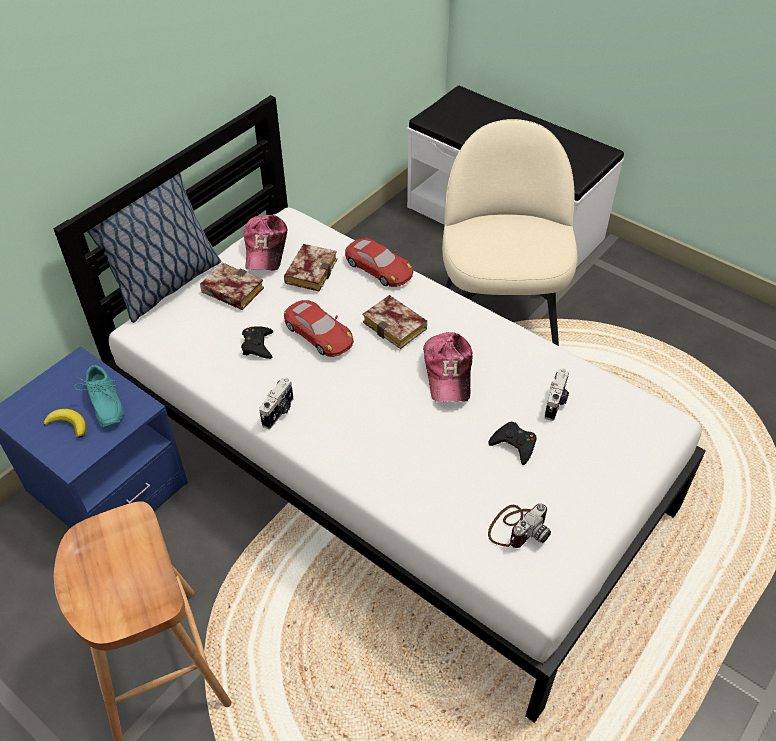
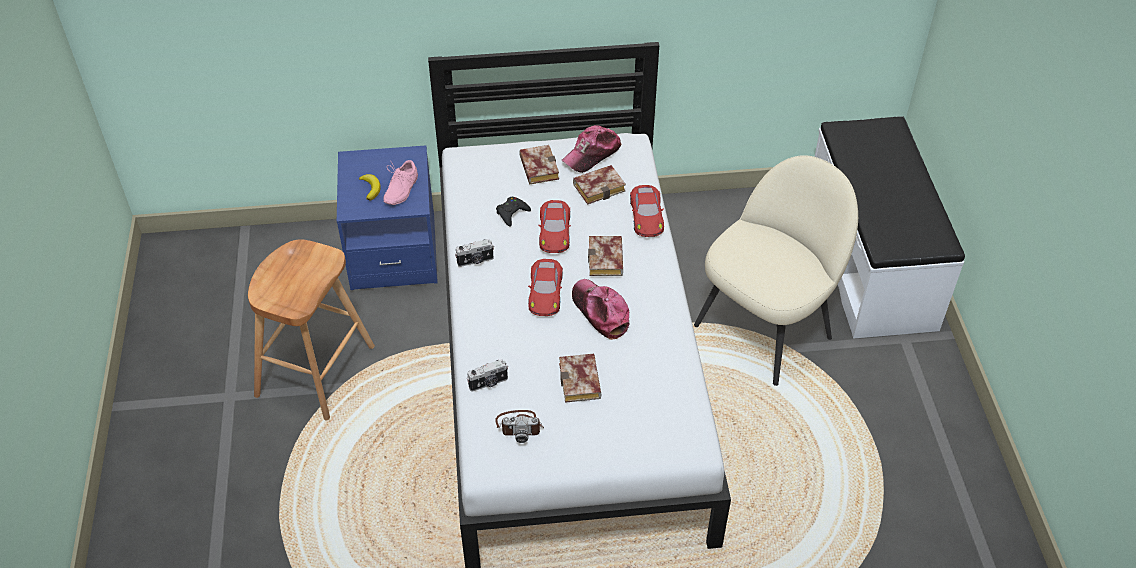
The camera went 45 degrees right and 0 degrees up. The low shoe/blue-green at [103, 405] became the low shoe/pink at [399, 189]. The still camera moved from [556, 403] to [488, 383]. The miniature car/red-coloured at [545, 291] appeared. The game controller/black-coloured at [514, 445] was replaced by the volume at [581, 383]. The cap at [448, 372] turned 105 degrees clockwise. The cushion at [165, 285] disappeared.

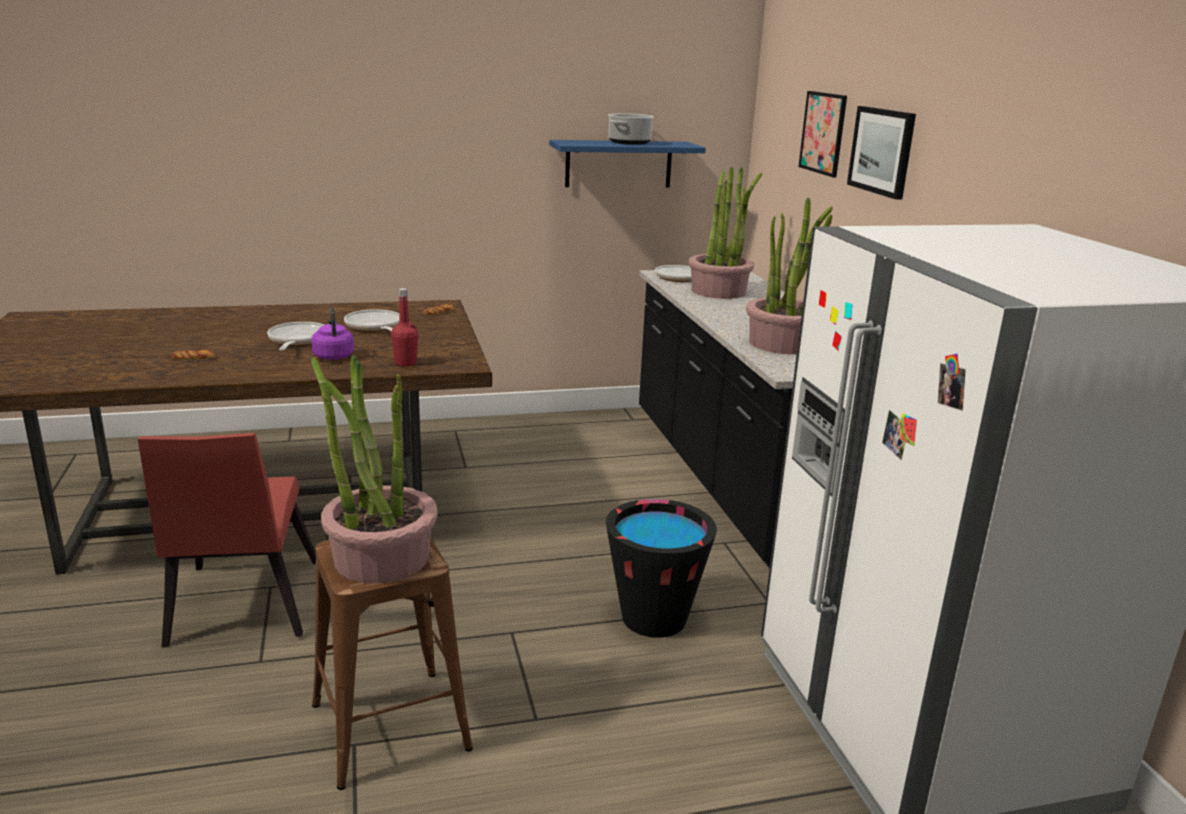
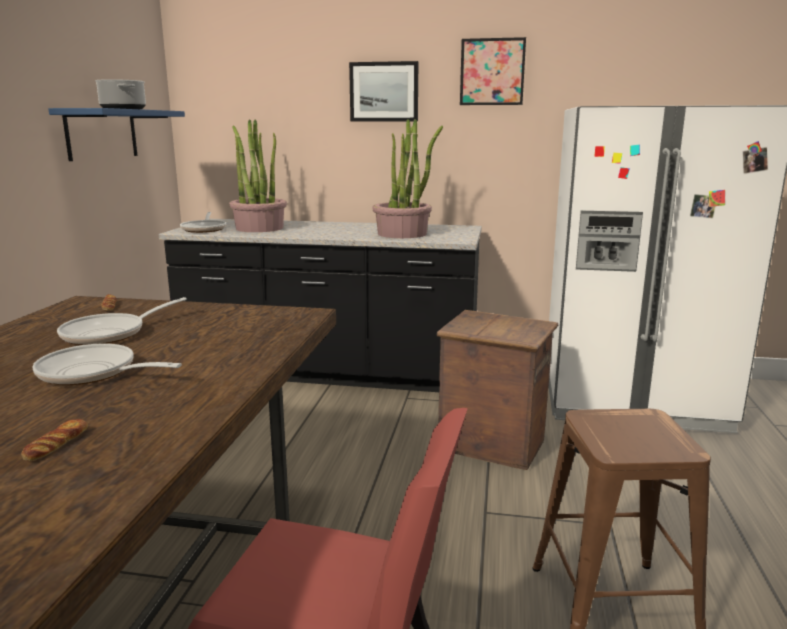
The camera went 65 degrees left and 5 degrees down. The frying pan at [375, 327] turned 45 degrees counterclockwise. The pail/black-coloured at [654, 618] was replaced by the crate at [492, 446]. The picture moved from [823, 133] to [492, 72]. The water kettle/purple at [333, 356] disappeared. The plant in a pot at [380, 557] disappeared. The drink bottle/red-coloured at [405, 363] disappeared.

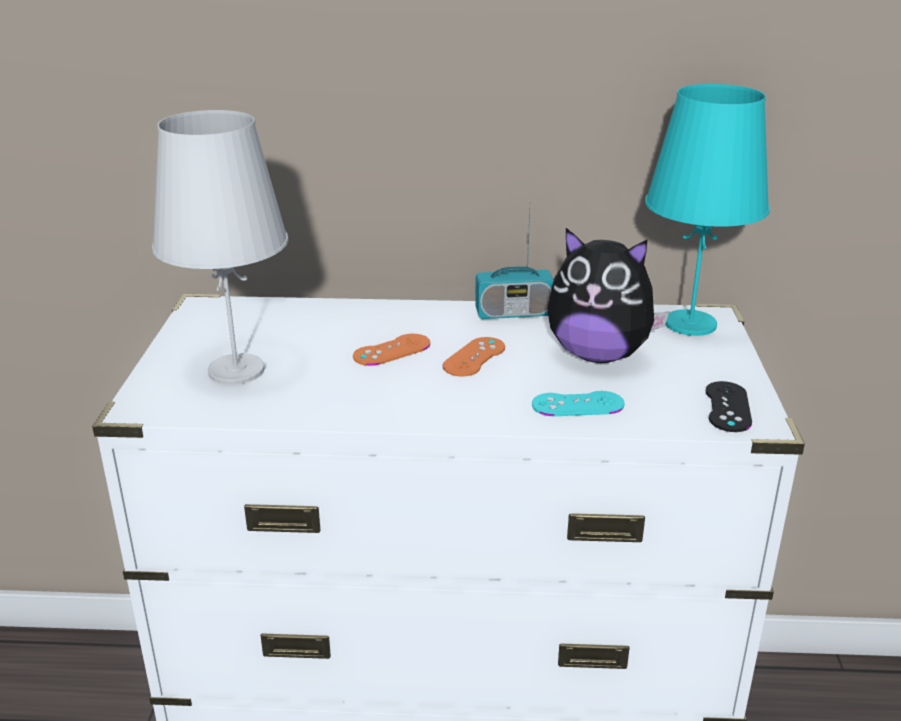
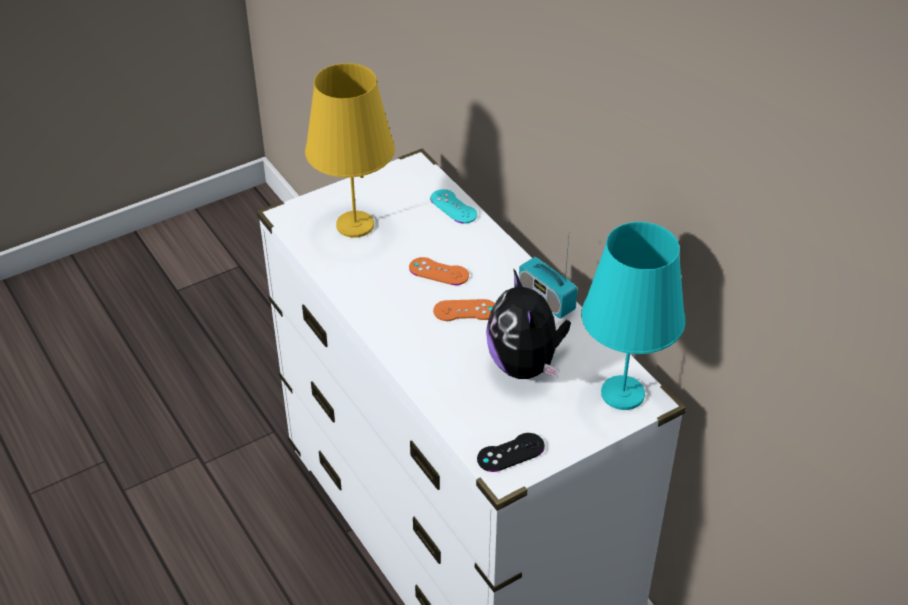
The camera went 55 degrees right and 15 degrees up. The tabletop lamp/whitish at [236, 370] became the tabletop lamp/yellow-coloured at [355, 224]. The game controller/blue-green moved from [578, 404] to [453, 207].

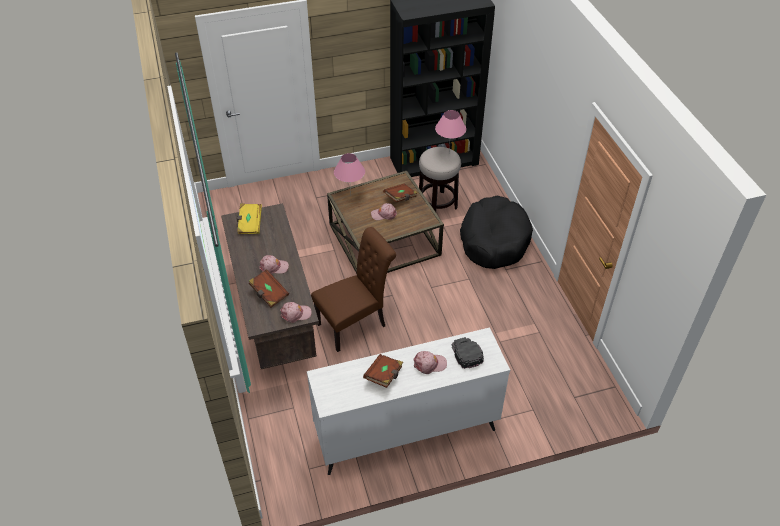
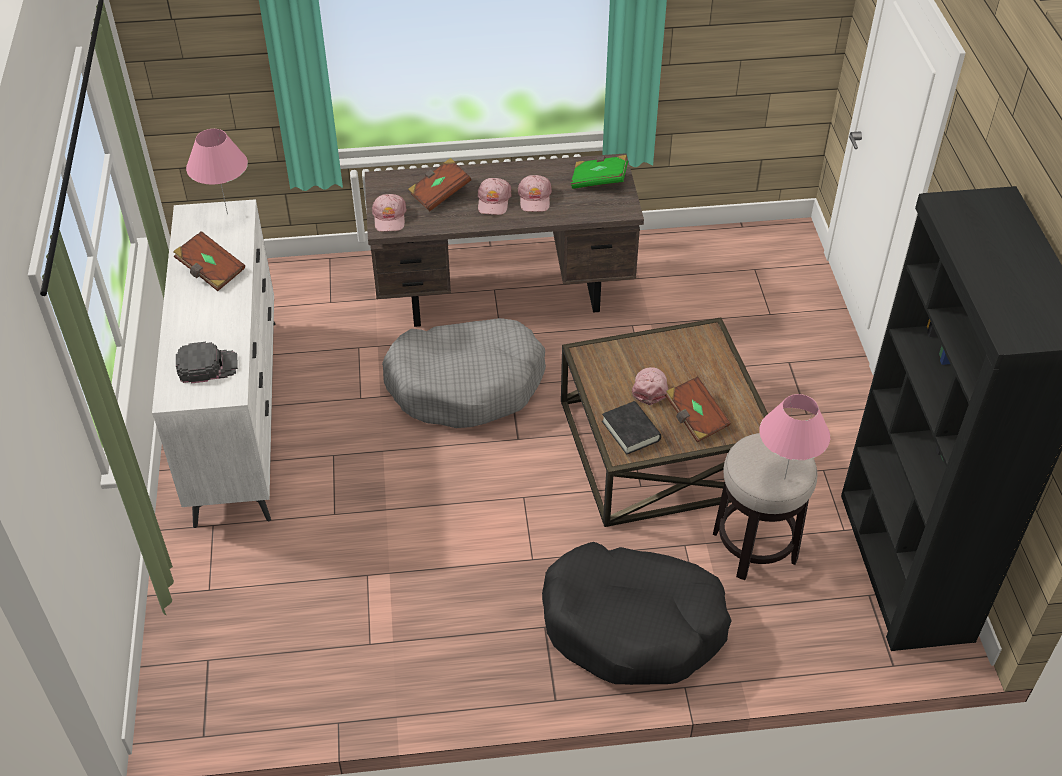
The camera went 100 degrees right and 0 degrees up. The tabletop lamp/pink moved from [350, 196] to [227, 213]. The upright chair/brown at [355, 323] was replaced by the dog cushion/greyish at [466, 384]. The cap/pink moved from [429, 364] to [535, 198]. The volume/yellow-coloured at [249, 224] became the volume/green-coloured at [599, 181]. The volume/black-coloured at [631, 431] appeared.

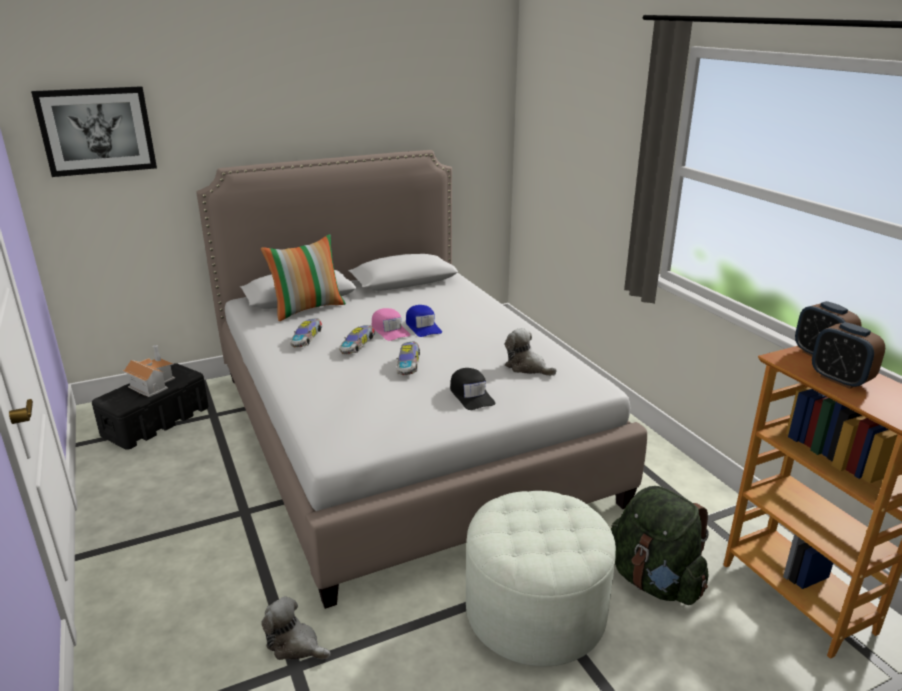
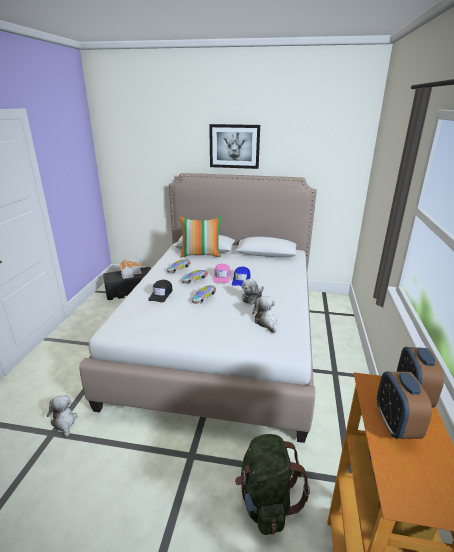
The camera went 35 degrees right and 0 degrees up. The cap/black-coloured moved from [471, 395] to [161, 294]. The picture moved from [97, 131] to [234, 146]. The cuddly toy at [252, 298] appeared. The footrest/whitish at [535, 611] disappeared.

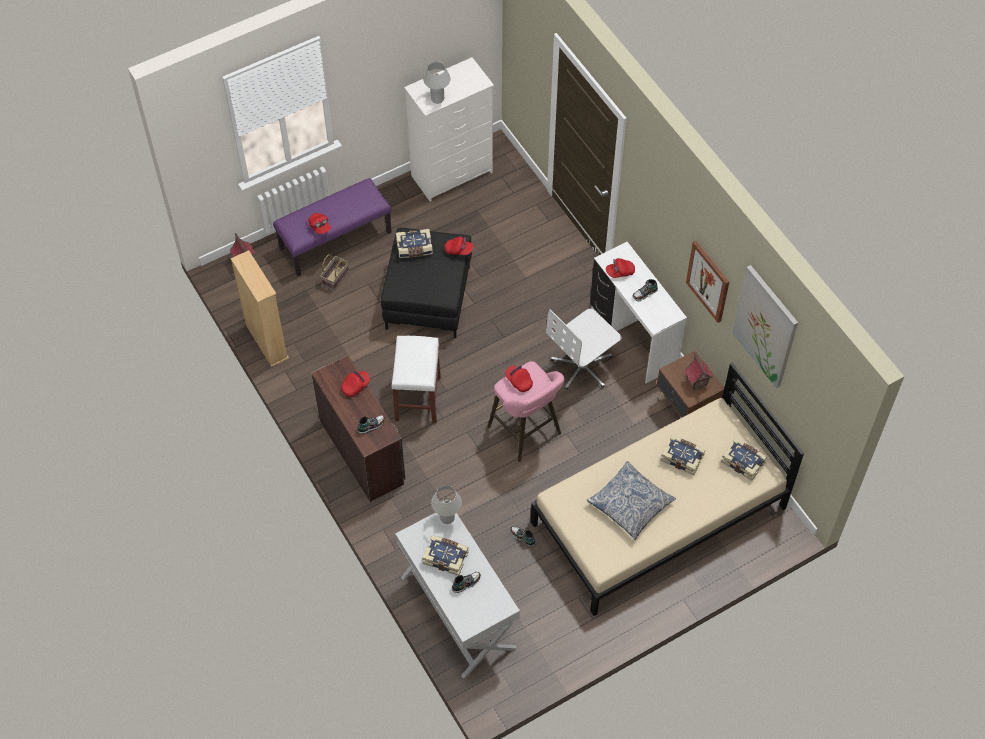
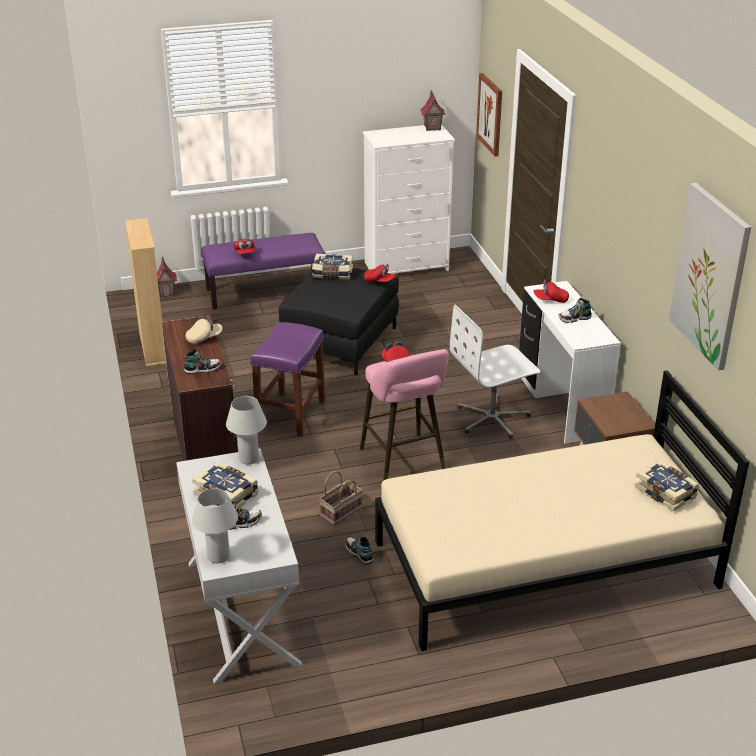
The camera went 15 degrees right and 25 degrees down. The cap/red-coloured at [356, 386] became the cap/beige at [204, 338]. The tabletop lamp/whitish moved from [437, 99] to [218, 556]. The stool/whitish at [418, 399] became the stool/purple at [291, 415]. The storage basket moved from [335, 277] to [341, 511]. The model house moved from [696, 382] to [432, 128]. The picture moved from [708, 281] to [490, 114]. The cushion at [630, 504] disappeared. The volume at [682, 457] disappeared.

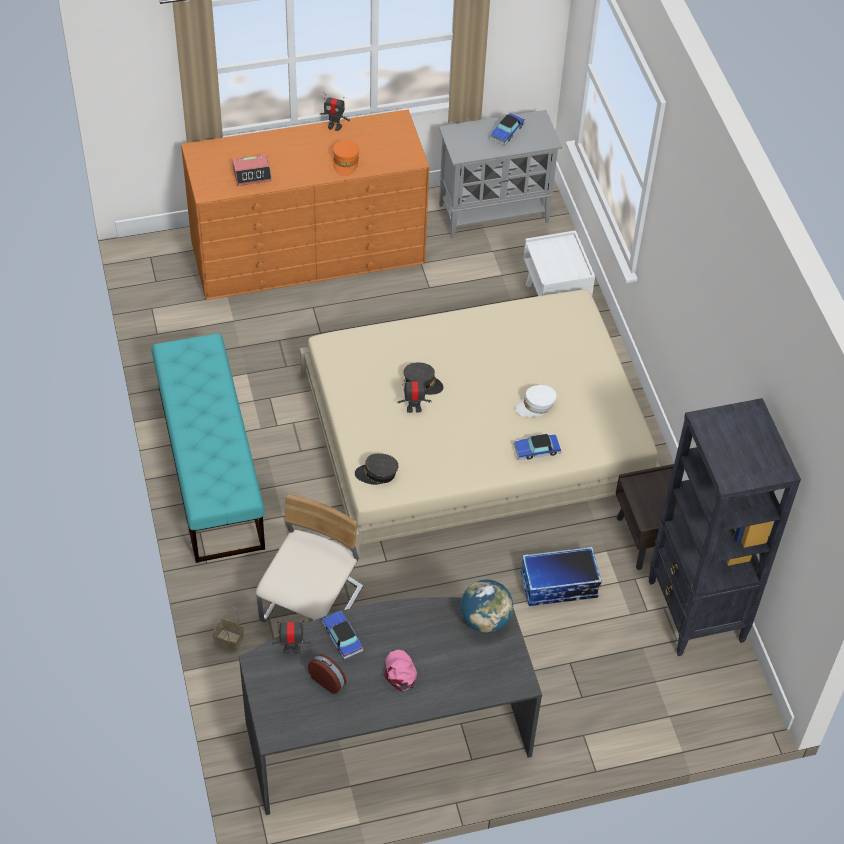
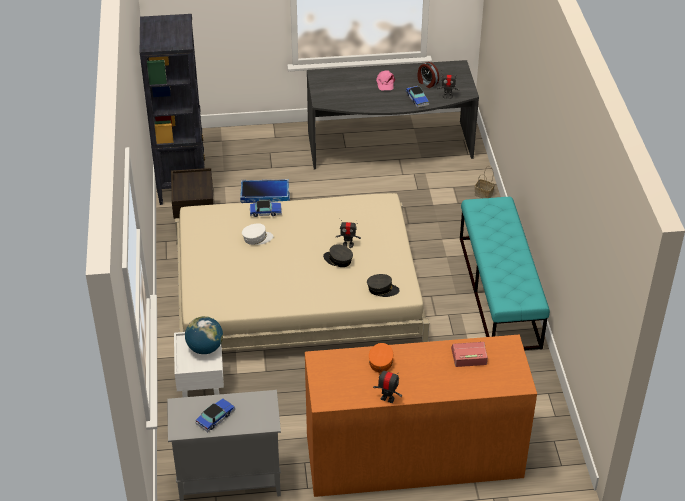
The camera went 170 degrees left and 10 degrees down. The world globe moved from [485, 619] to [205, 348]. The cap/greyish moved from [377, 473] to [382, 289]. The upright chair/beige at [313, 606] disappeared.

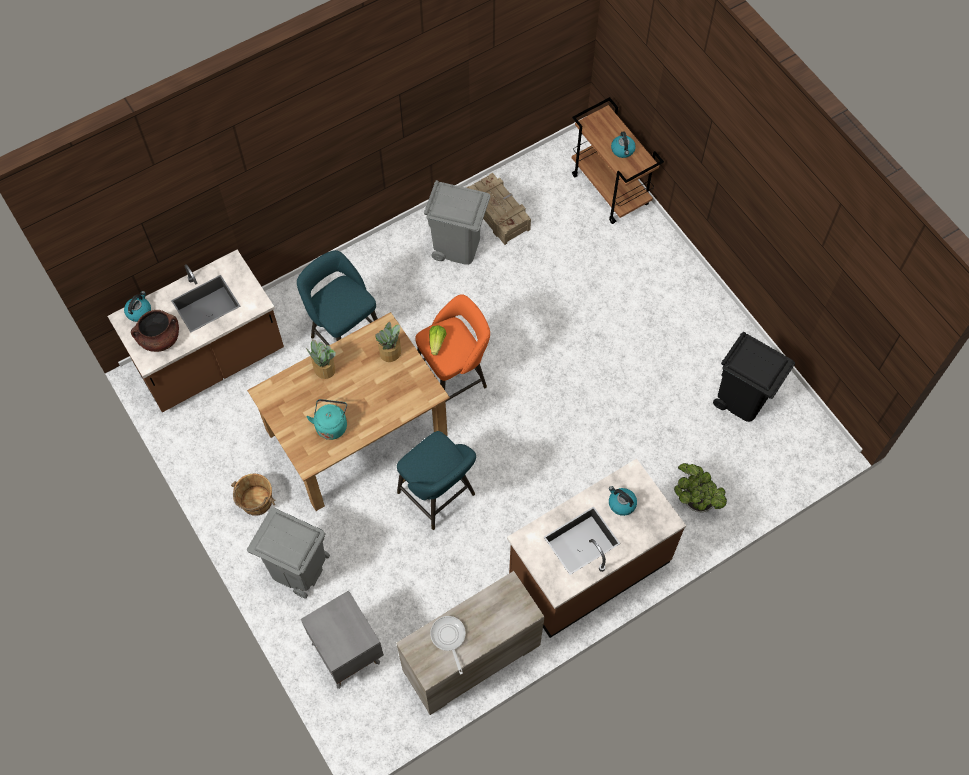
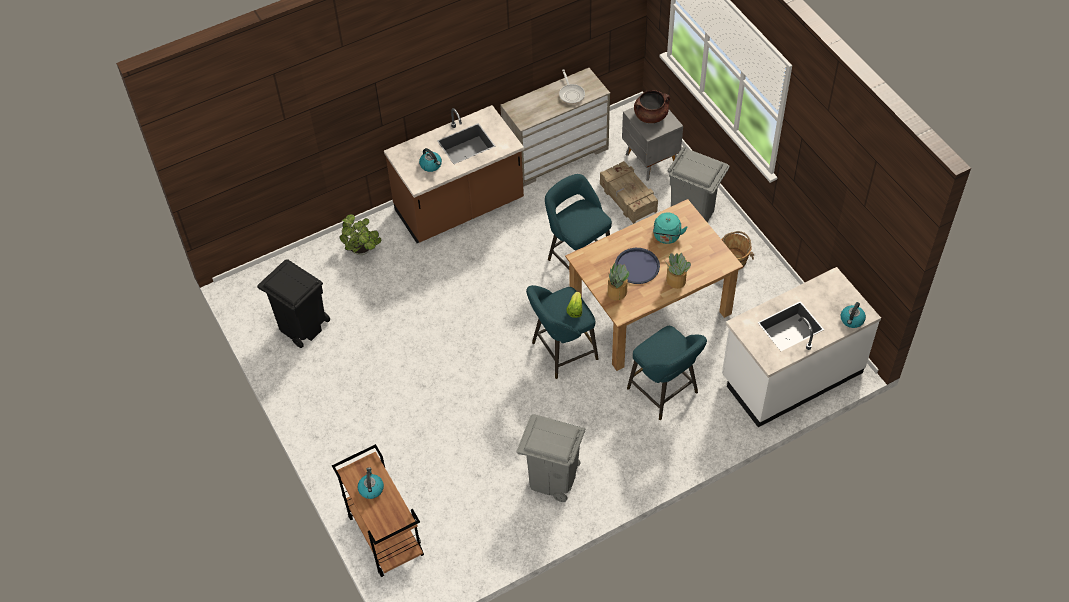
The camera went 175 degrees left and 10 degrees down. The stool/orange at [454, 377] became the stool/blue-green at [561, 352]. The crate moved from [498, 213] to [628, 198]. The tray/blue-coloured at [637, 266] appeared. The saucepot/brown moved from [160, 338] to [651, 116]. The counter/brown at [211, 360] became the counter/whitish at [791, 374].

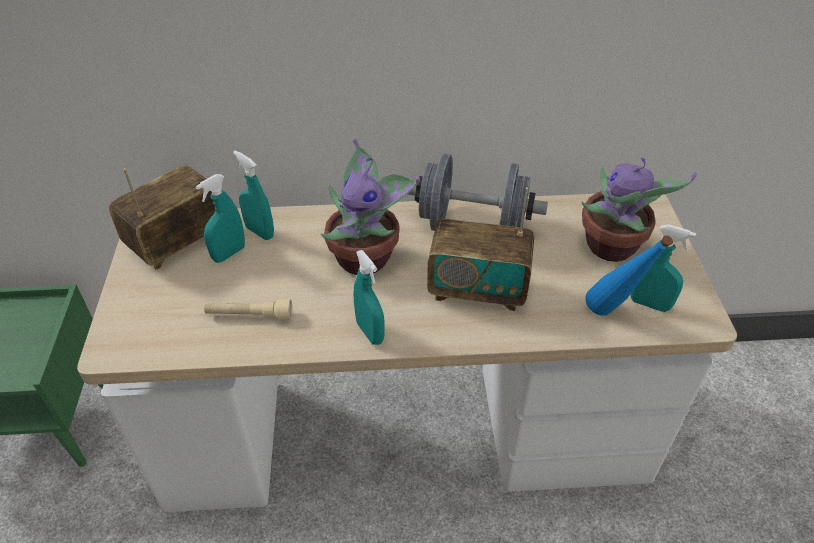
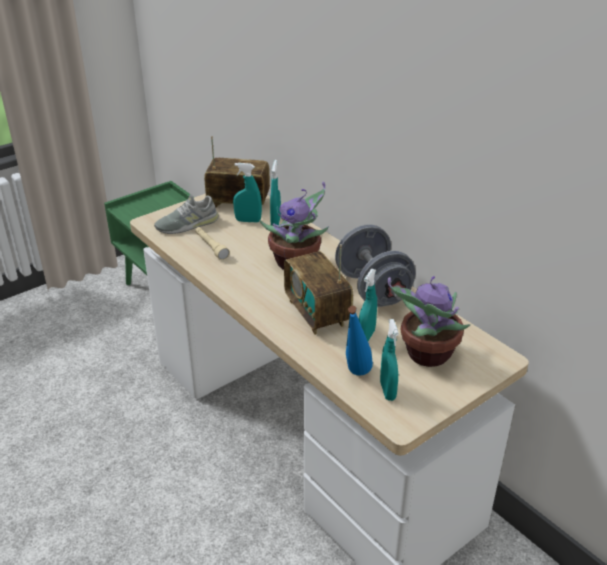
The camera went 55 degrees right and 10 degrees down. The low shoe/greyish at [187, 224] appeared. The hand sprayer/blue-green moved from [370, 332] to [366, 337].

